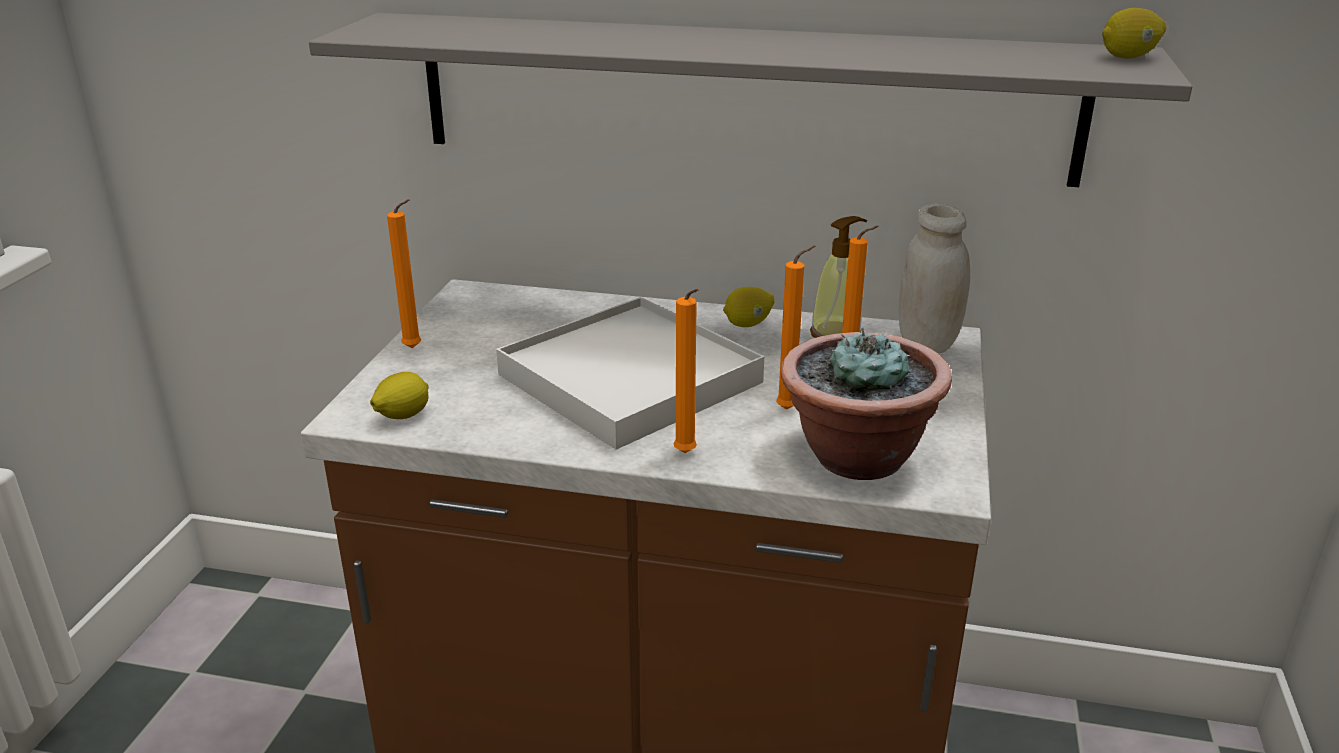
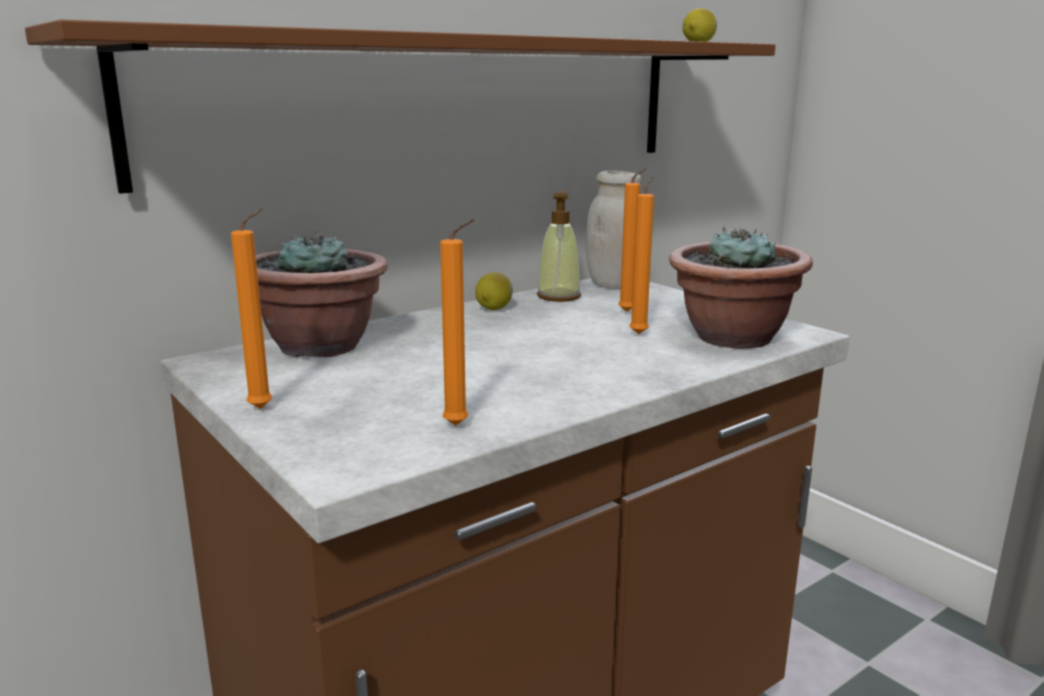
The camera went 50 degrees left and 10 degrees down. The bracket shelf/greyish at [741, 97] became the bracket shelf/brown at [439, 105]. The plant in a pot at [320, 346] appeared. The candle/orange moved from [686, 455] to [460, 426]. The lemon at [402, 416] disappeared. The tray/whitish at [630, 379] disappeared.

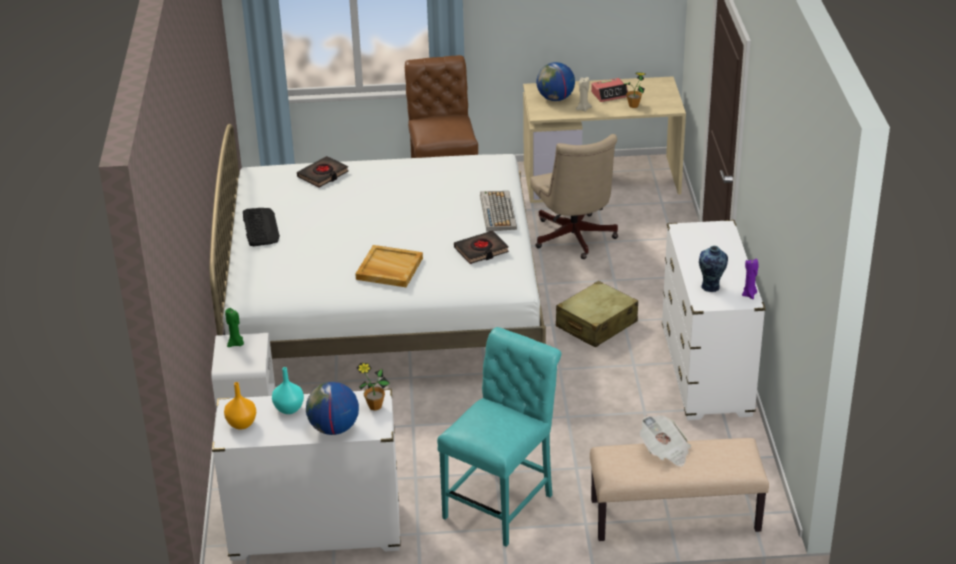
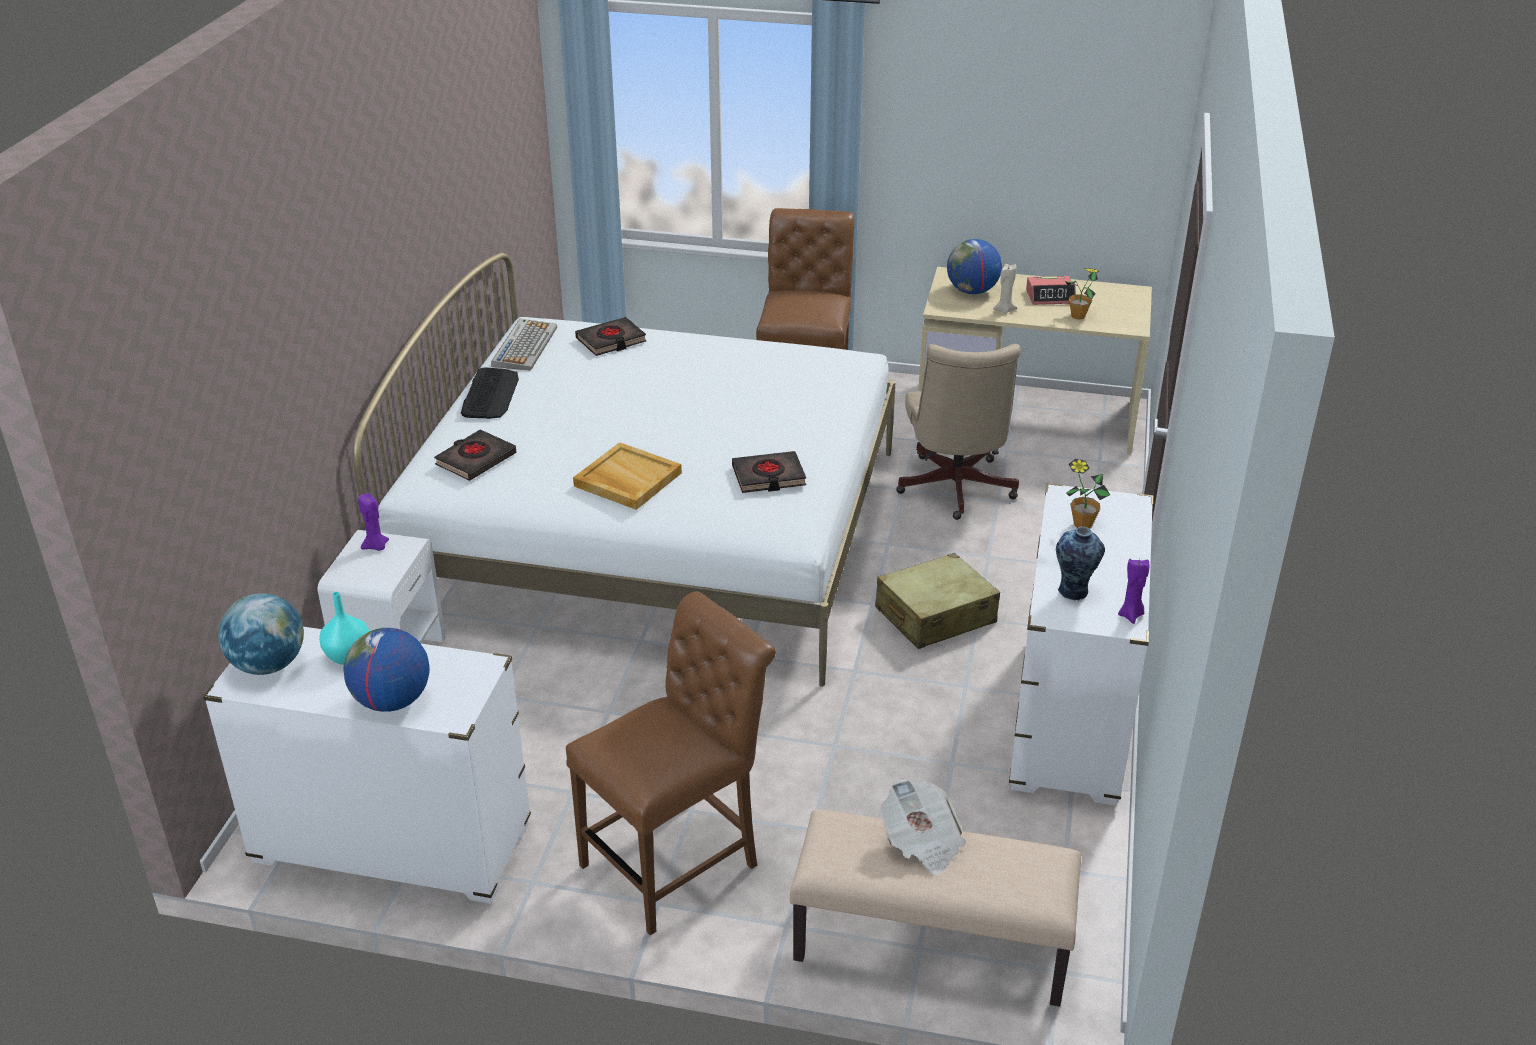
The camera went 15 degrees right and 0 degrees up. The flower vase/orange at [241, 423] was replaced by the world globe at [268, 665]. The candle/green-coloured at [236, 344] became the candle/purple at [376, 546]. The volume/black-coloured at [475, 460] appeared. The computer keyboard moved from [497, 211] to [524, 346]. The upright chair/blue-green at [502, 503] became the upright chair/brown at [678, 861]. The plant in a pot moved from [375, 406] to [1082, 524].

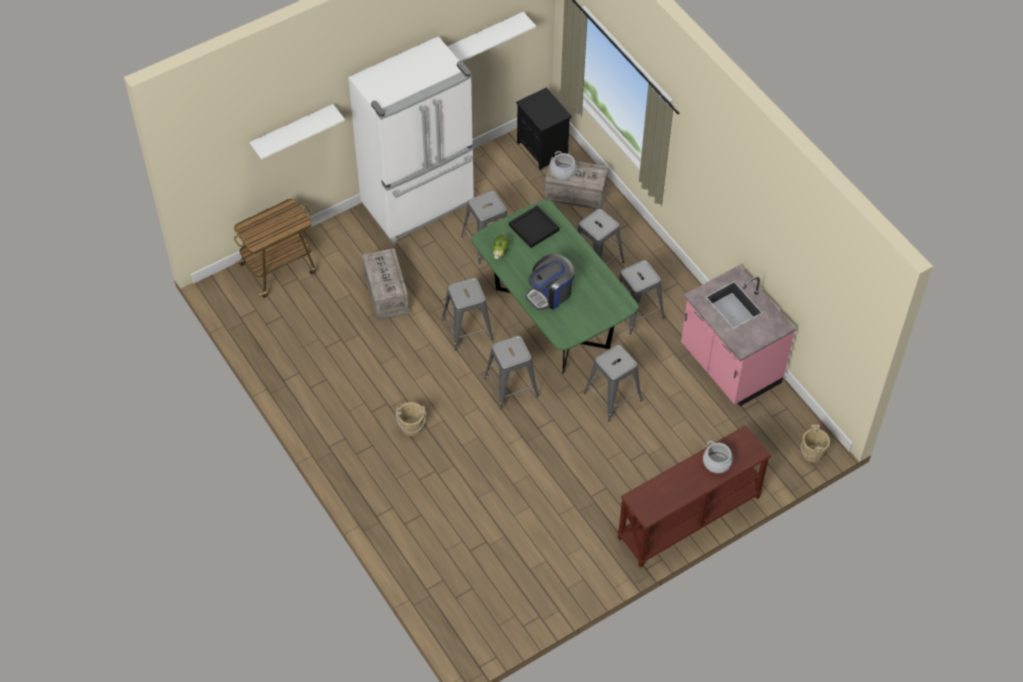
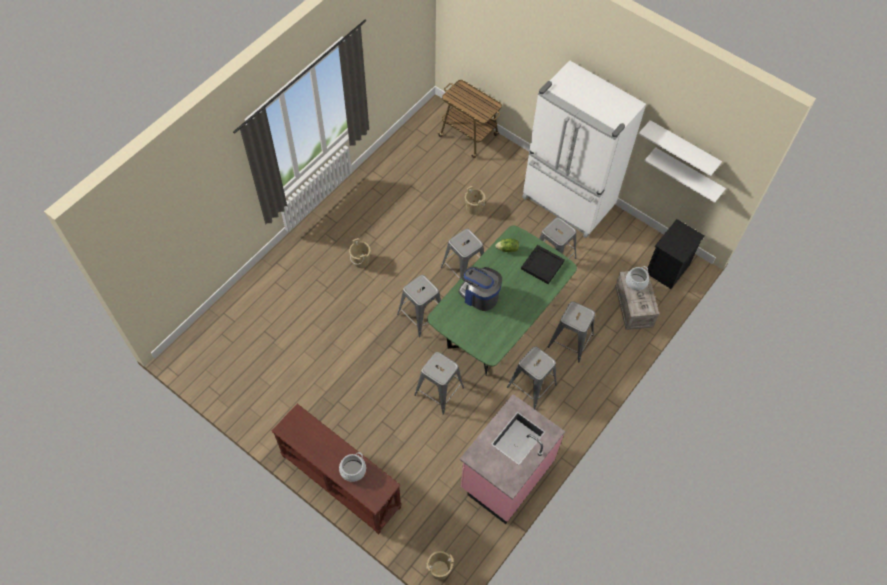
The camera went 70 degrees right and 5 degrees up. The crate at [386, 294] was replaced by the pail/beige at [474, 208]. The bracket shelf/whitish moved from [292, 131] to [687, 173].

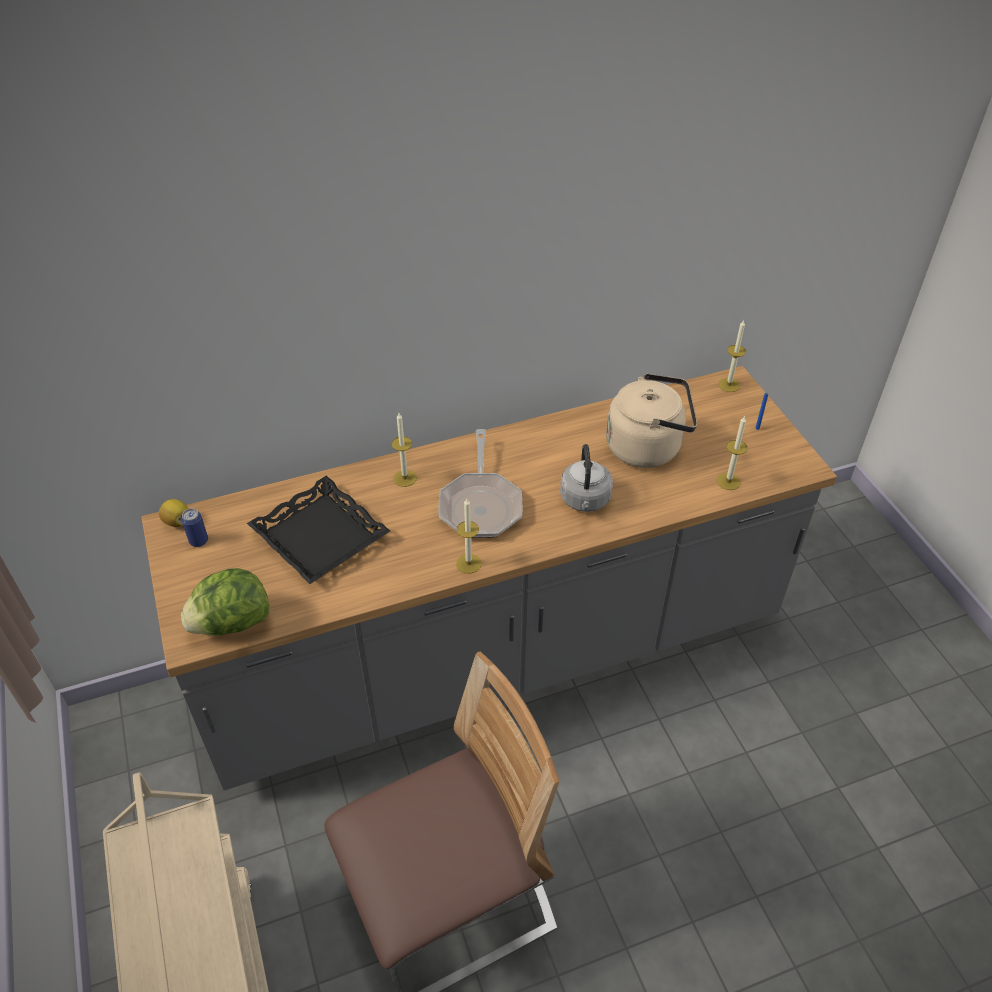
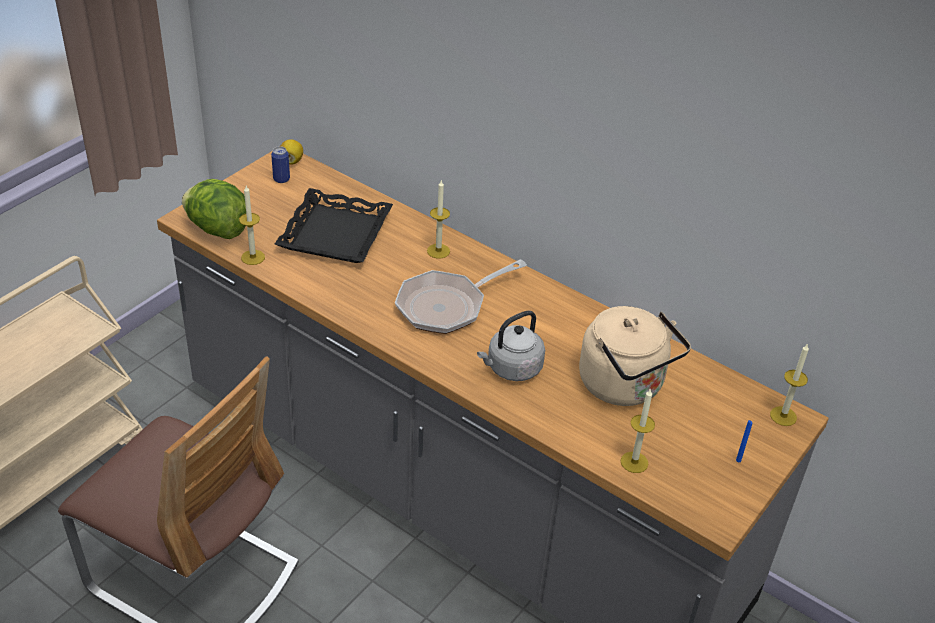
The camera went 55 degrees right and 5 degrees down. The candle moved from [468, 563] to [253, 257].

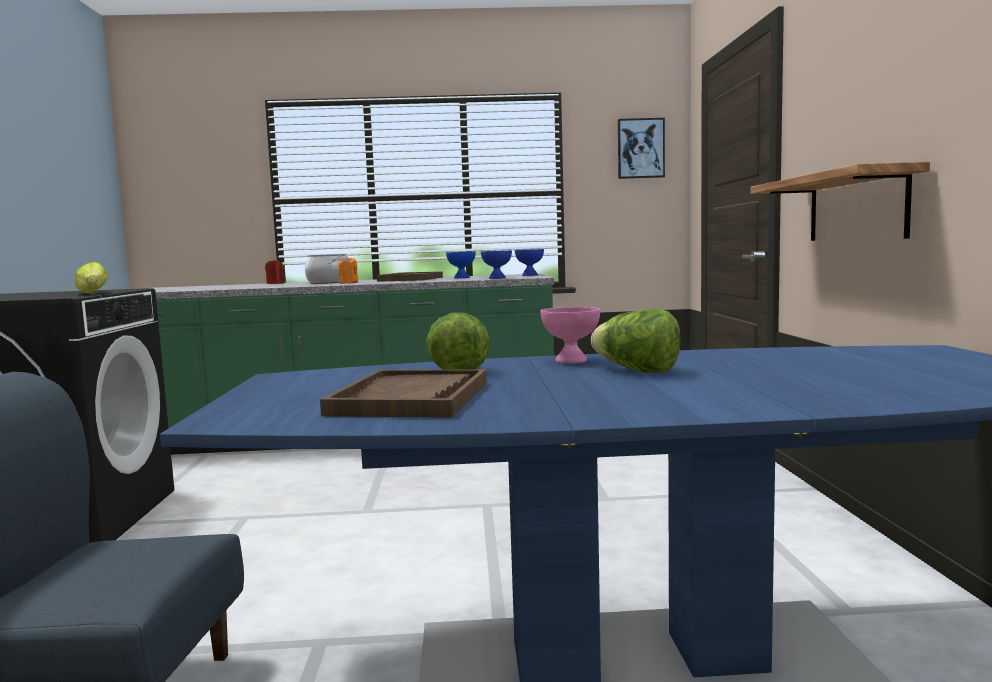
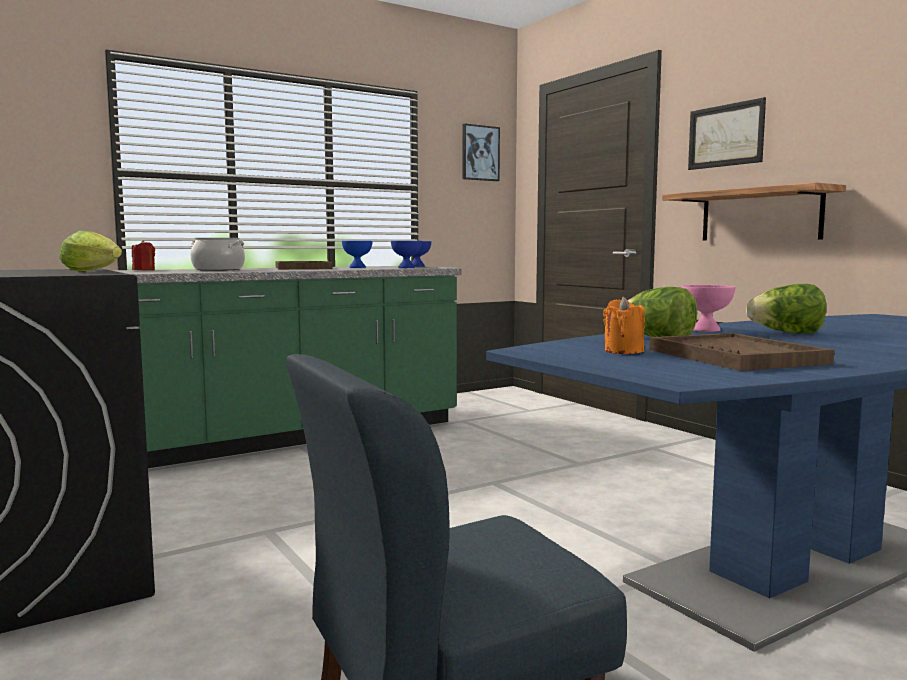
The camera went 30 degrees left and 0 degrees up. The candle/orange moved from [349, 283] to [623, 351]. The picture at [725, 135] appeared.

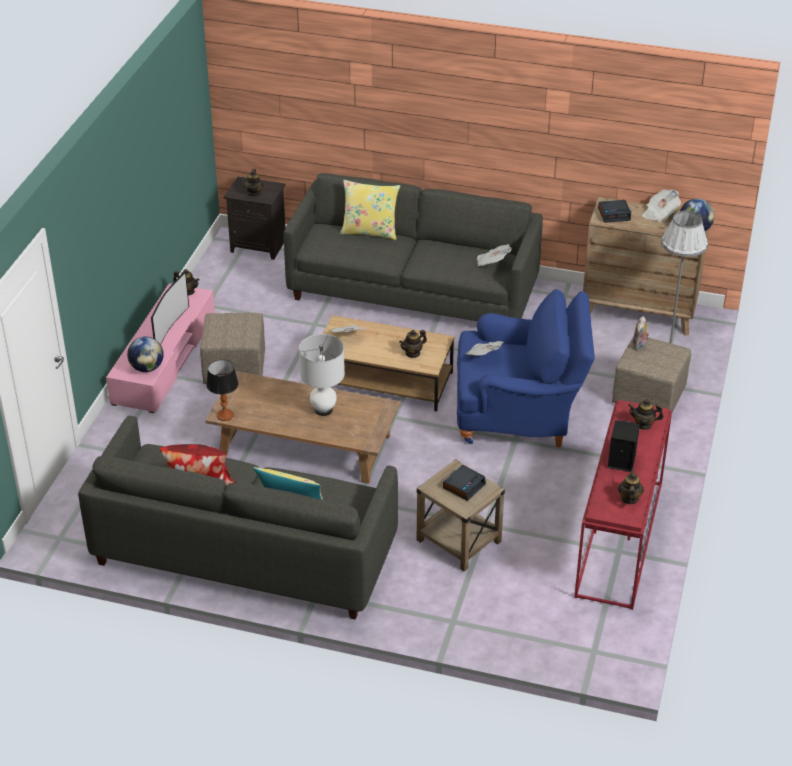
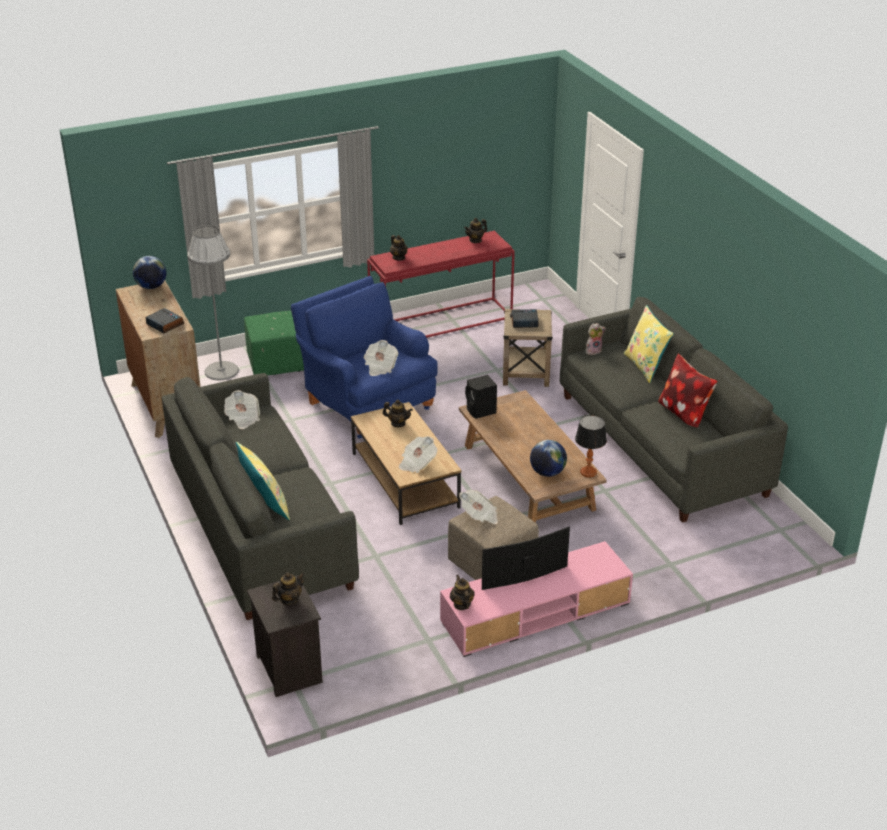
The camera went 130 degrees left and 5 degrees down. The footrest/beige at [647, 396] became the footrest/green-coloured at [277, 363]. The printed paper moved from [660, 214] to [479, 516]. The audio speaker/black-coloured moved from [620, 460] to [481, 411]. The world globe moved from [147, 368] to [547, 472]. The cuddly toy moved from [639, 346] to [593, 351]. The tabletop lamp/whitish at [323, 410] disappeared.

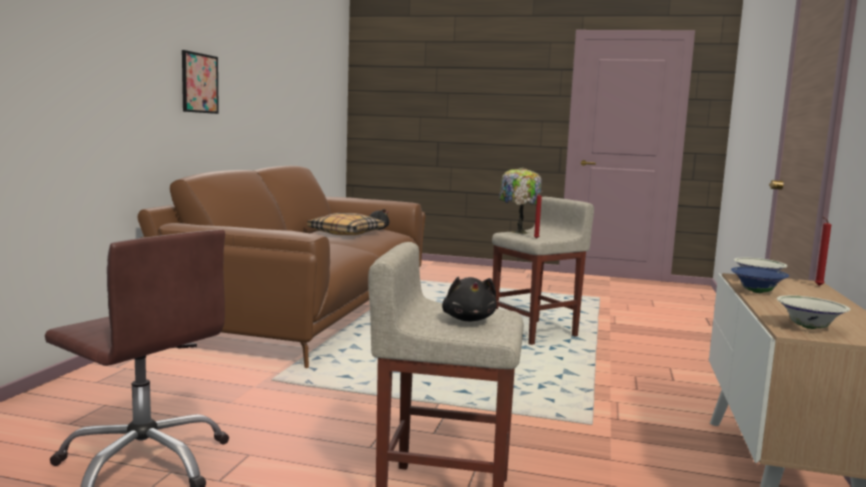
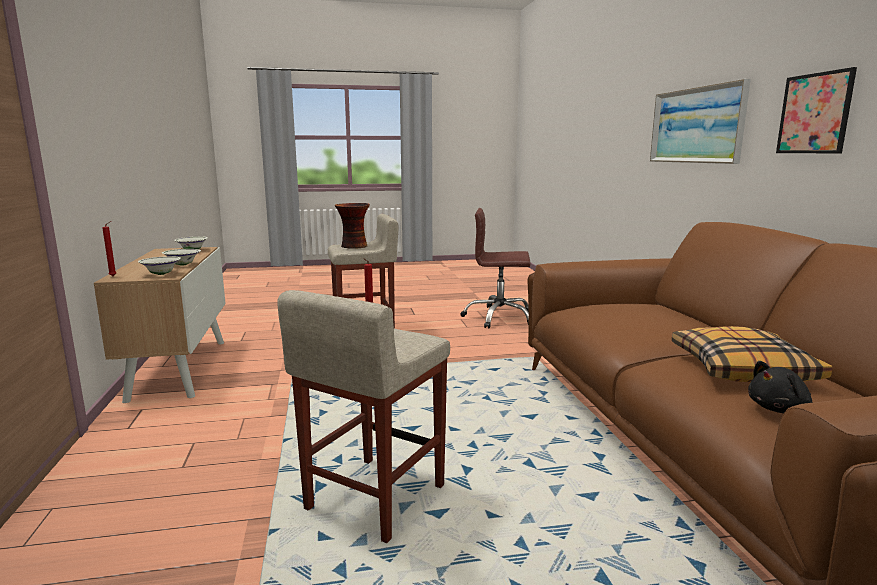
The camera went 155 degrees right and 5 degrees up. The serving bowl/blue-coloured at [757, 292] became the serving bowl/whitish at [183, 265]. The cuddly toy/black-coloured at [468, 319] was replaced by the flower vase at [353, 246]. The picture at [696, 125] appeared. The tabletop lamp at [518, 232] disappeared.

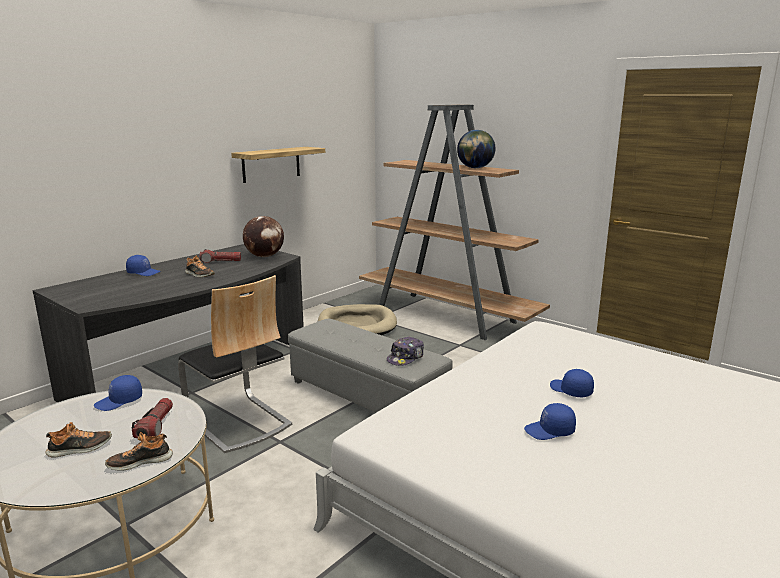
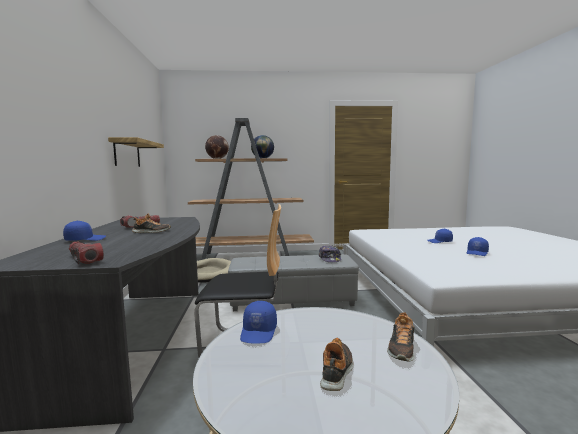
The camera went 45 degrees left and 10 degrees down. The flashlight moved from [155, 426] to [84, 259]. The world globe moved from [265, 256] to [217, 159].

